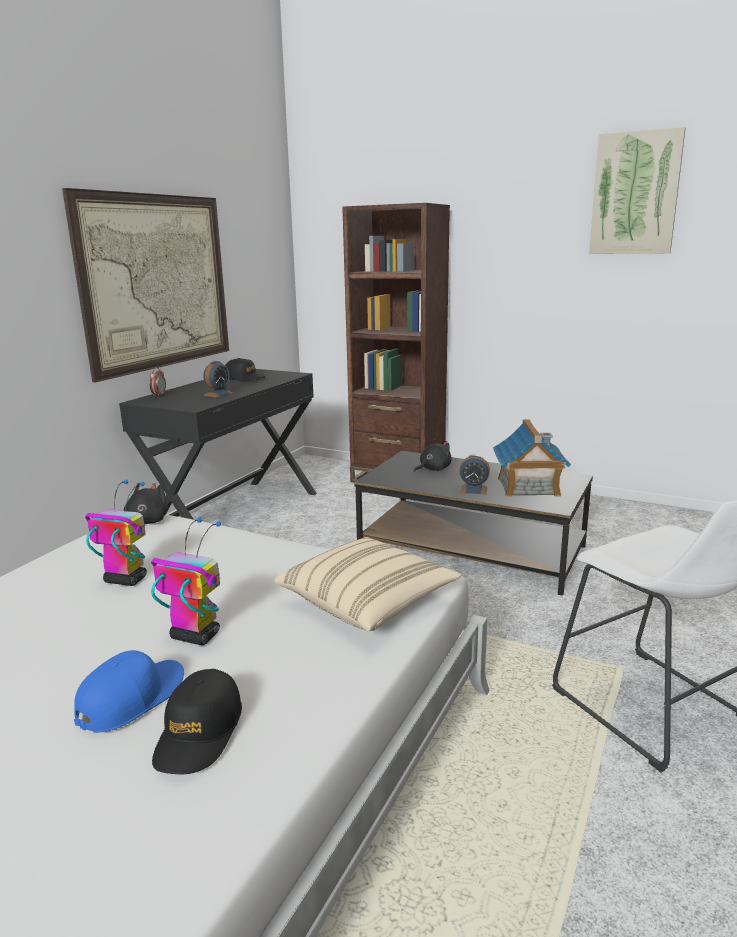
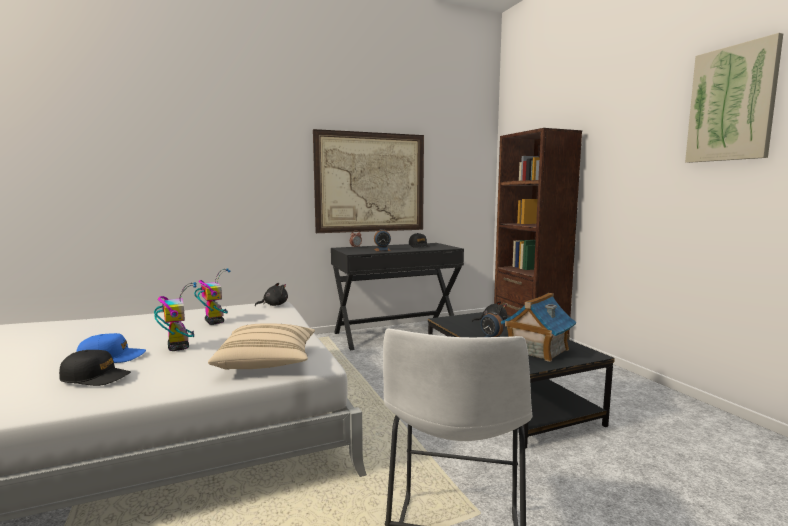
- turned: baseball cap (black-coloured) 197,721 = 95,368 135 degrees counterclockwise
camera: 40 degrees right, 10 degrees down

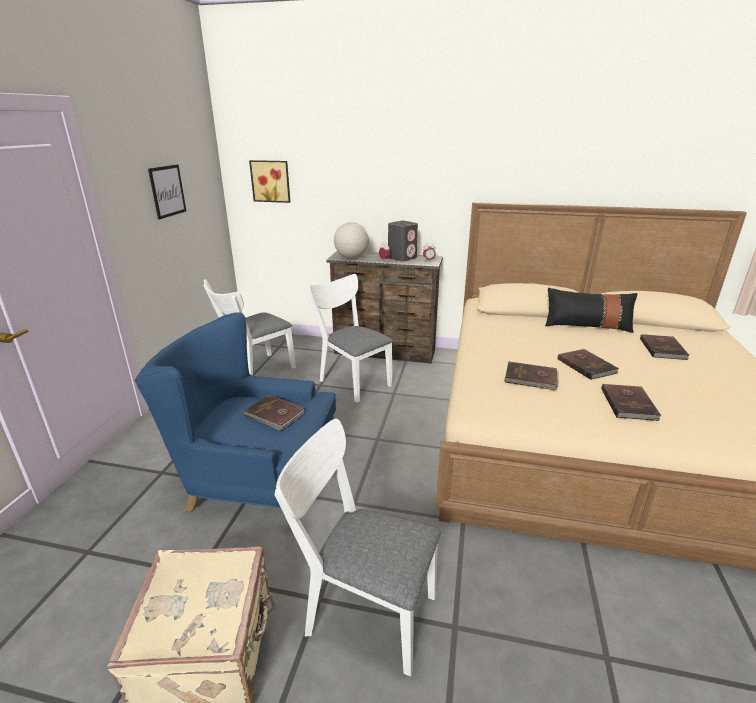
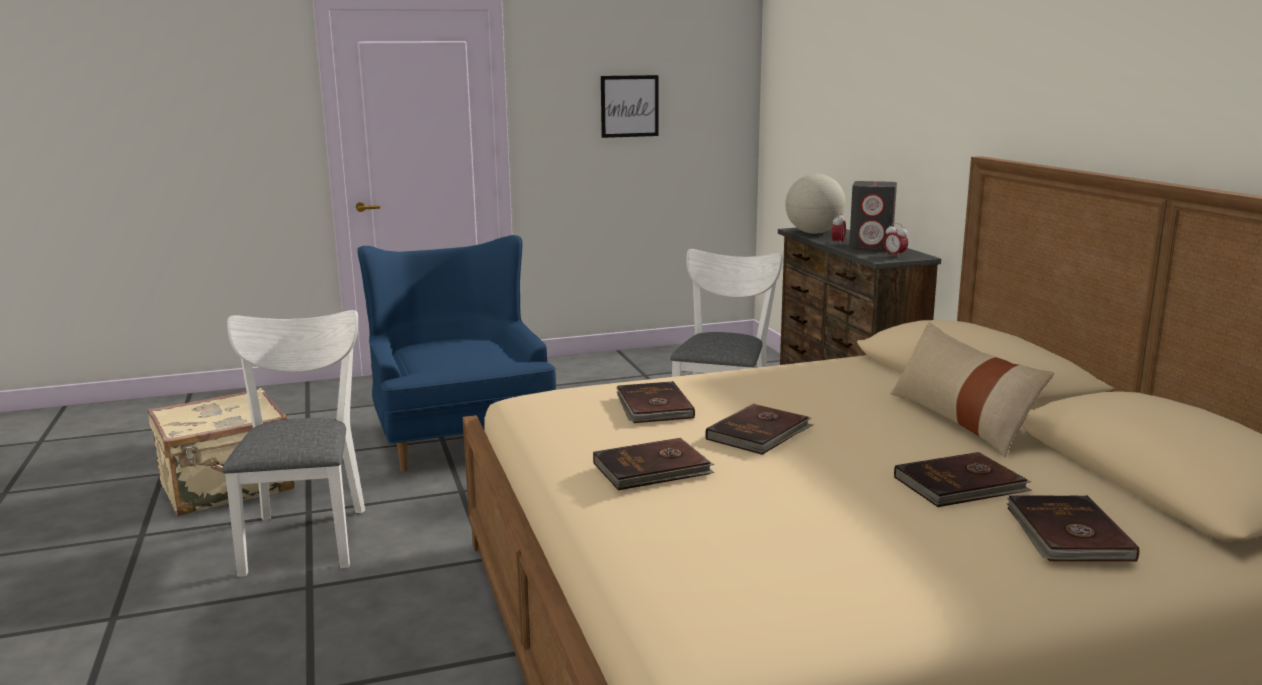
- removed: wall art 269,181
- removed: chair (white) 249,327
- recoloured: throw pillow (black-coloured) 591,310 to throw pillow (beige) 972,389
- moved: bound book (brown) 274,413 to 1073,528
camera: 60 degrees right, 10 degrees down

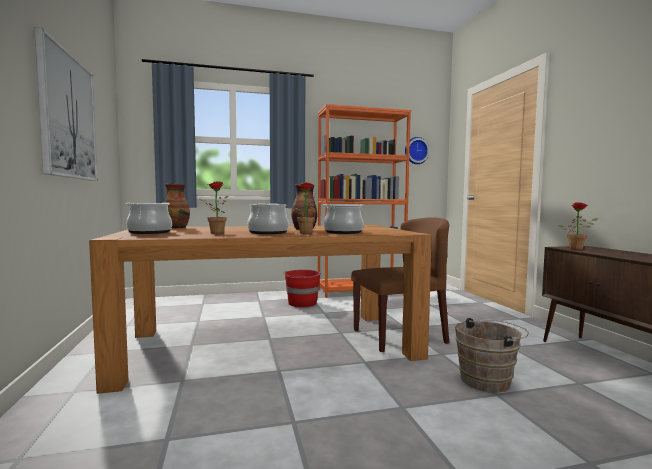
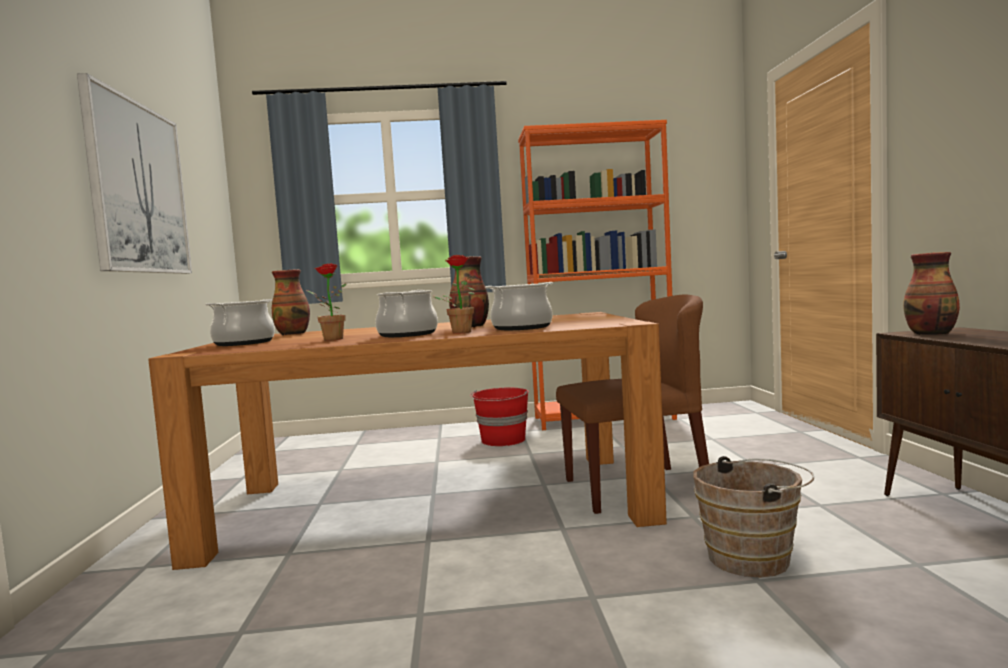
- removed: hanging clock 417,150
- replaced: potted plant 578,226 to vase 931,293
camera: 10 degrees right, 0 degrees up

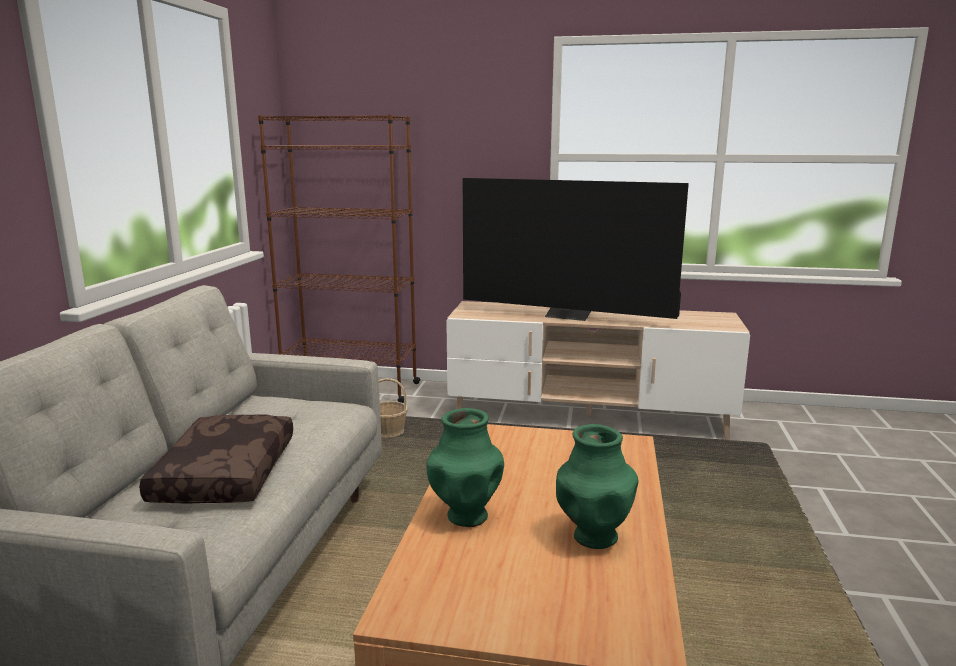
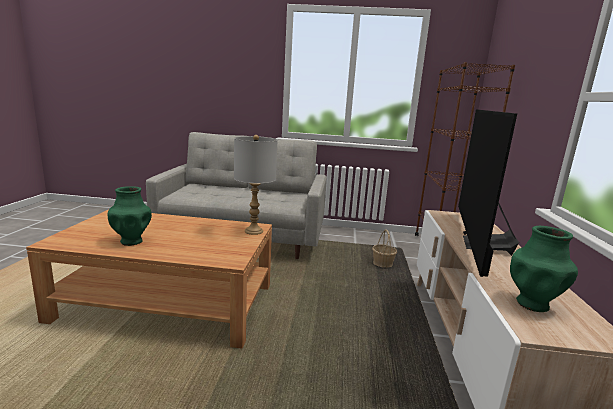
- moved: vase (green-coloured) 465,467 to 544,269
- removed: throw pillow (brown) 216,459
- added: table lamp (greyish) 255,185
camera: 85 degrees right, 0 degrees up

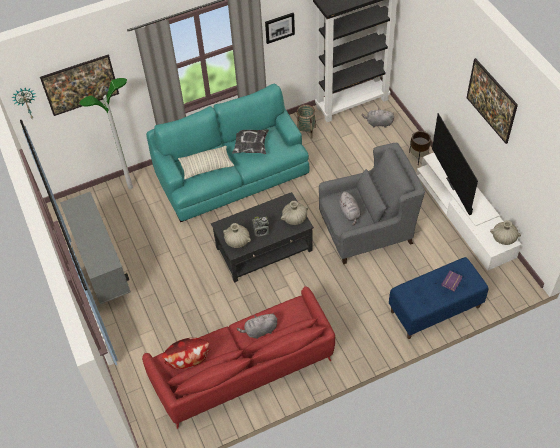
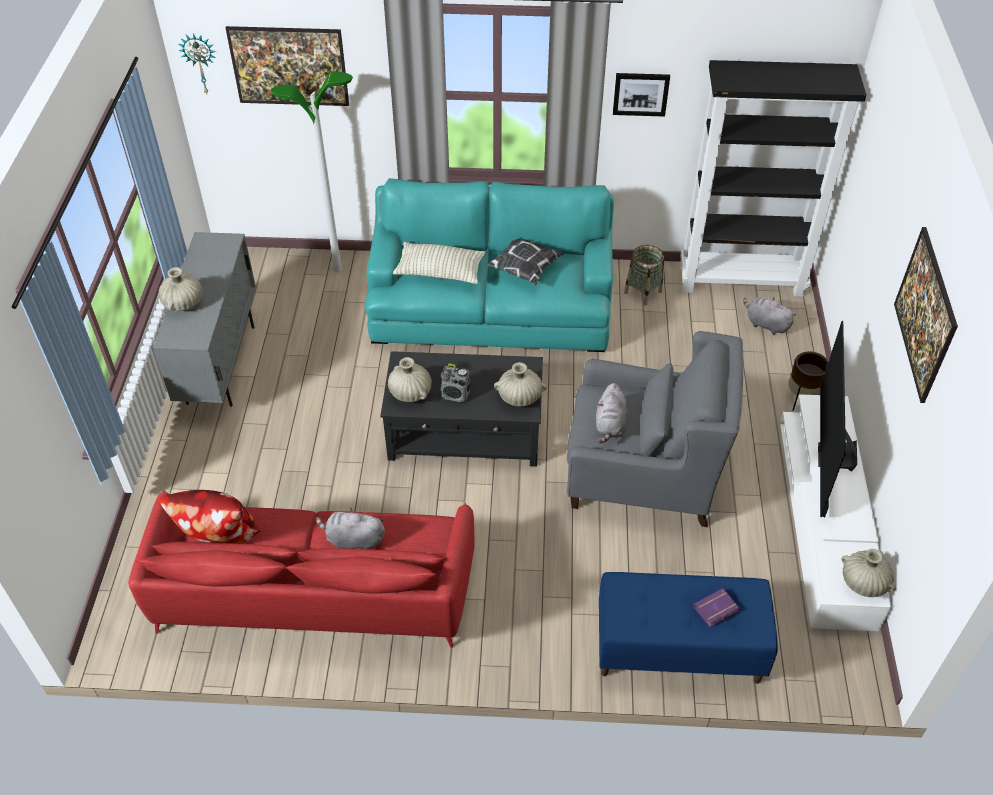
- added: vase (beige) 180,289
camera: 25 degrees right, 5 degrees down

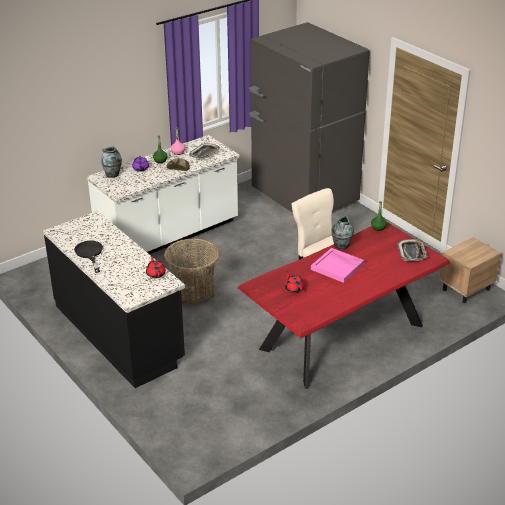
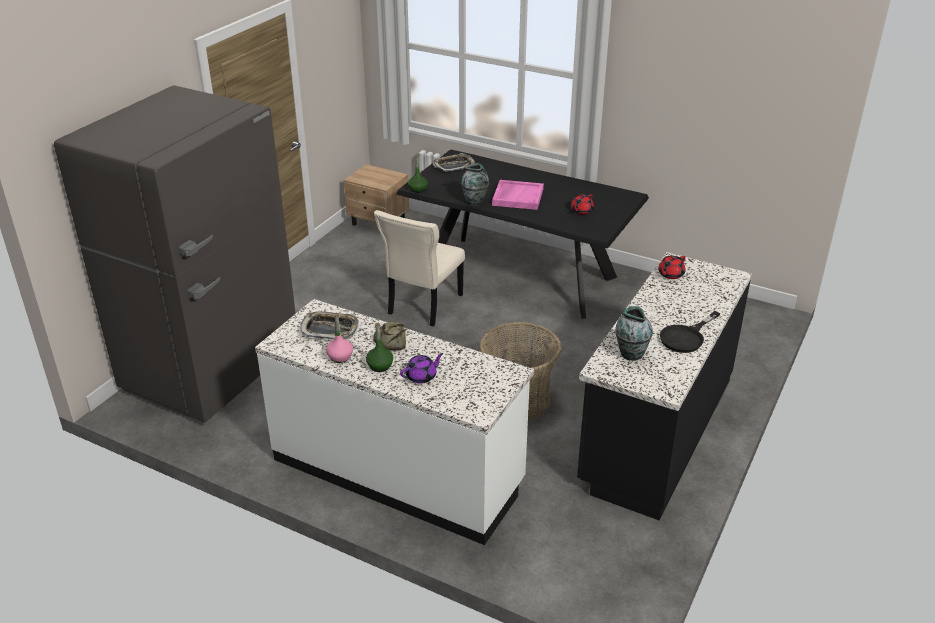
- moved: vase 111,162 to 634,333
- recoloured: dinner table (reddish) 344,305 to dinner table (black-coloured) 522,234
camera: 115 degrees left, 0 degrees up

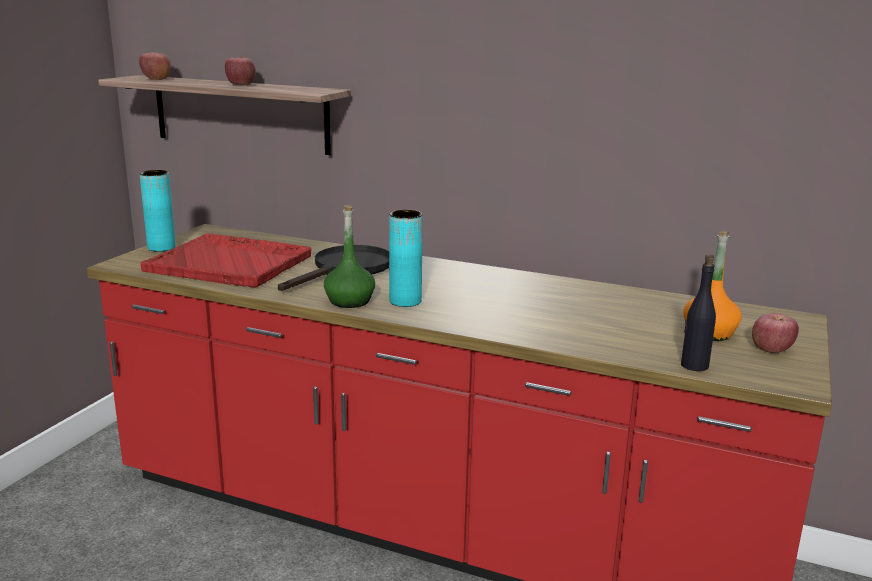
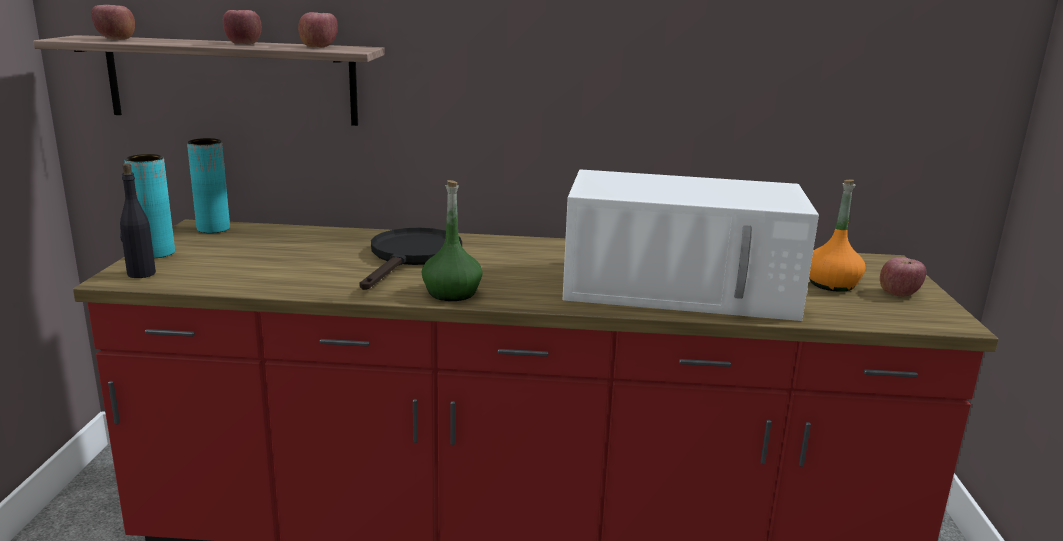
- moved: vase (turquoise-coloured) 406,258 to 208,185
- removed: tray (reddish) 225,261
- moved: drink bottle (black-coloured) 698,312 to 138,220
- added: whole apple 318,29
- added: microwave (white) 691,245
camera: 20 degrees left, 0 degrees up

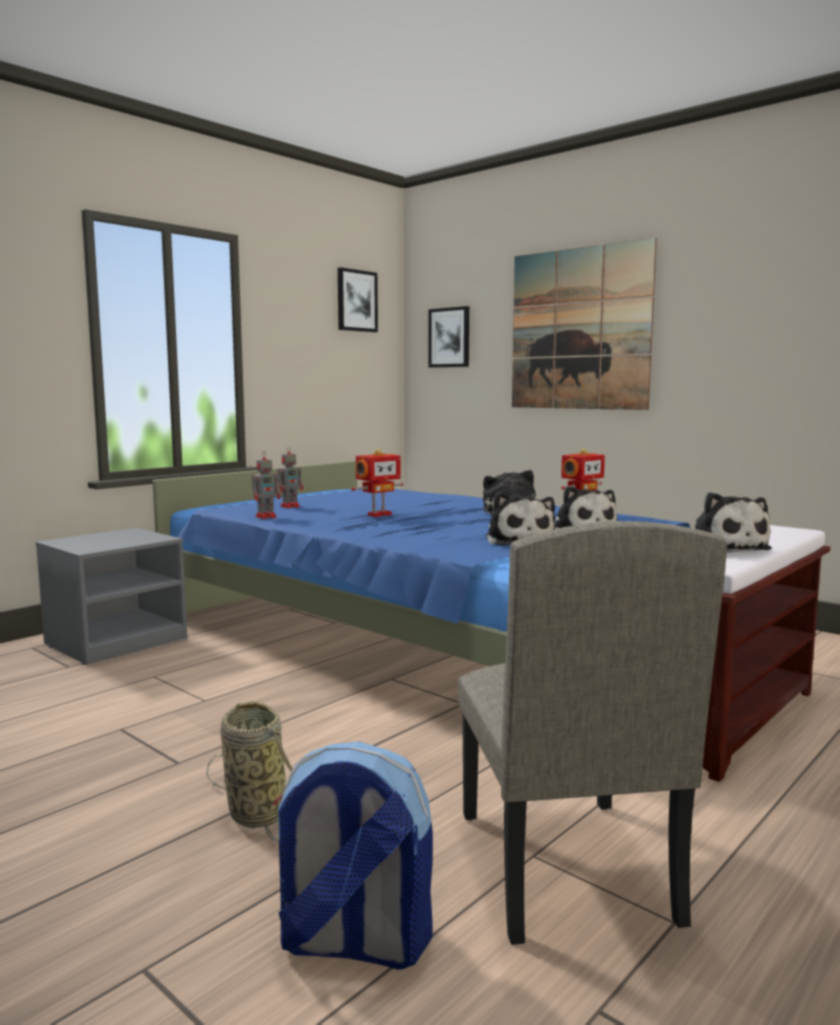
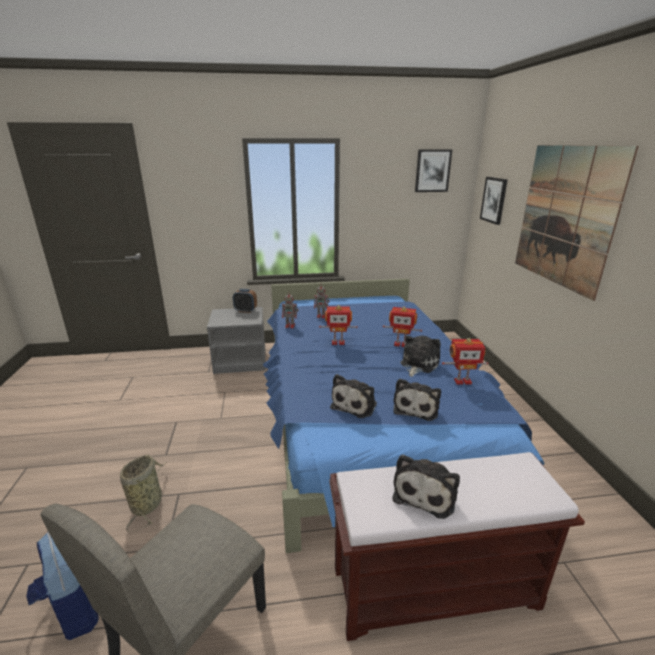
- added: table clock 245,301
- added: robot figure 402,327
camera: 40 degrees right, 15 degrees up

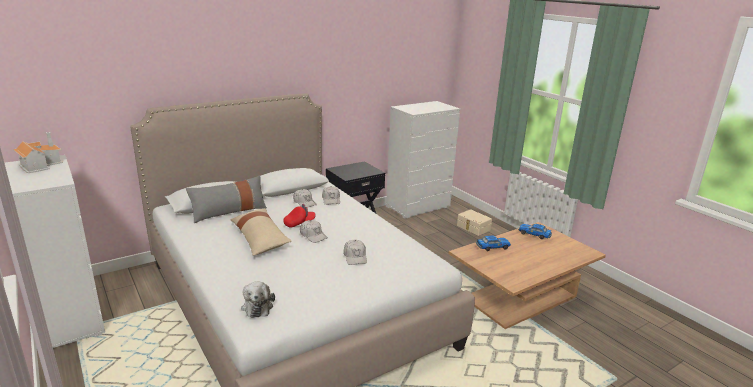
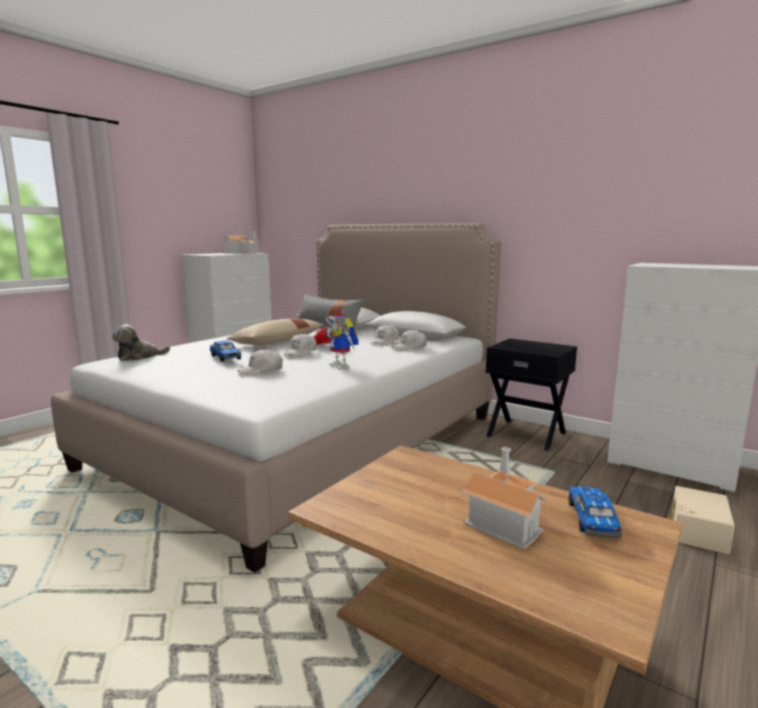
- moved: miniature car 493,243 to 226,351
- added: robot figure 342,341
- added: model house 504,498
camera: 70 degrees right, 10 degrees down

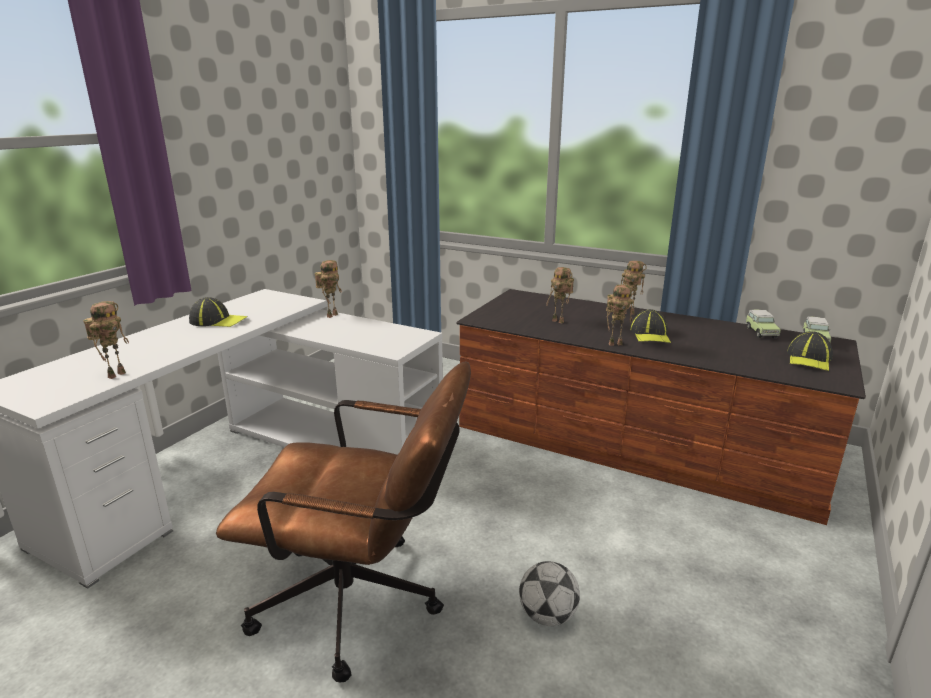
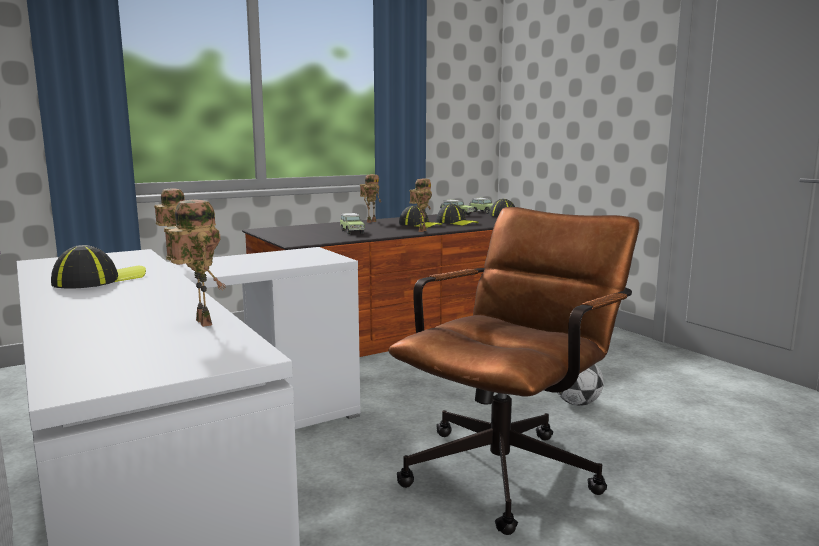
- replaced: robot figure 560,295 to miniature car 352,223
- added: baseball cap 457,215
camera: 60 degrees left, 10 degrees down

